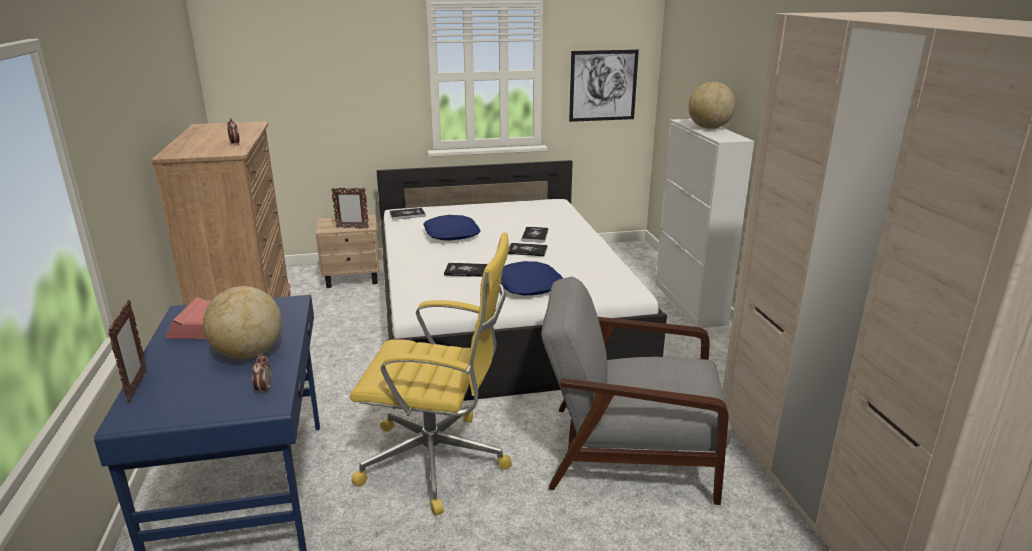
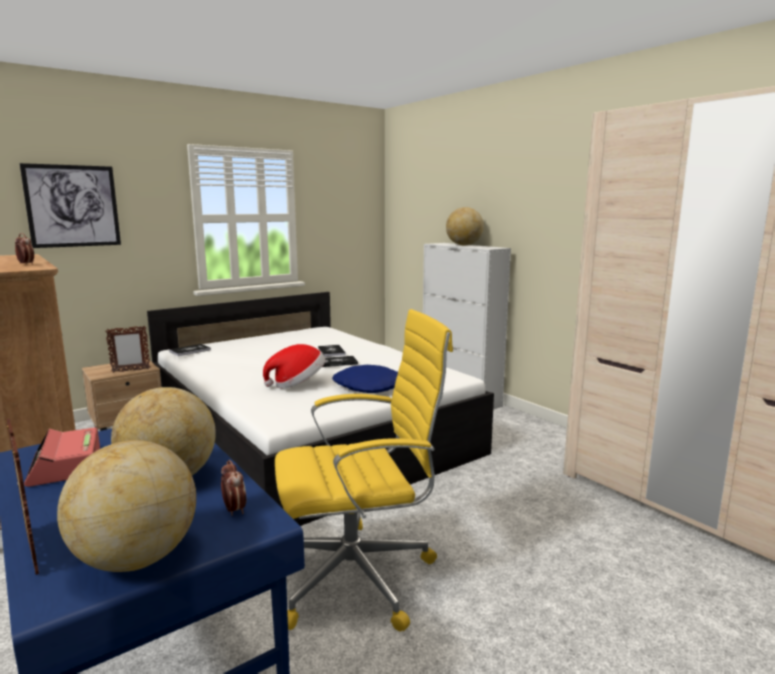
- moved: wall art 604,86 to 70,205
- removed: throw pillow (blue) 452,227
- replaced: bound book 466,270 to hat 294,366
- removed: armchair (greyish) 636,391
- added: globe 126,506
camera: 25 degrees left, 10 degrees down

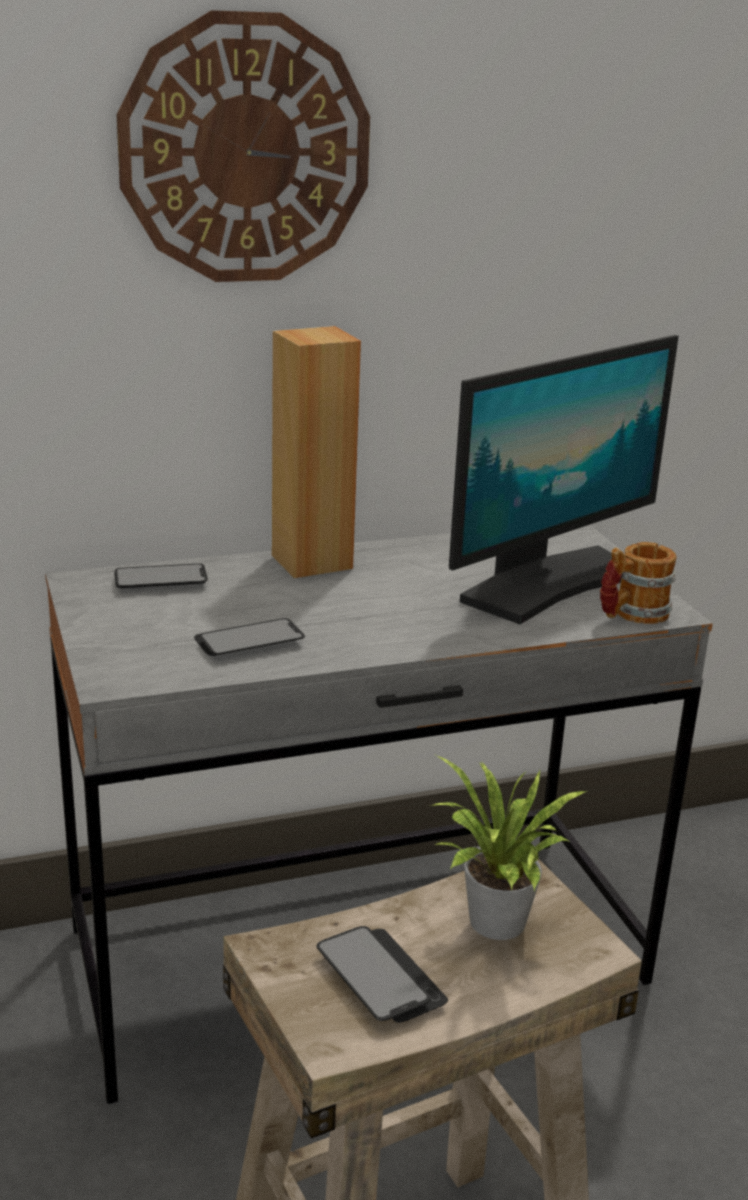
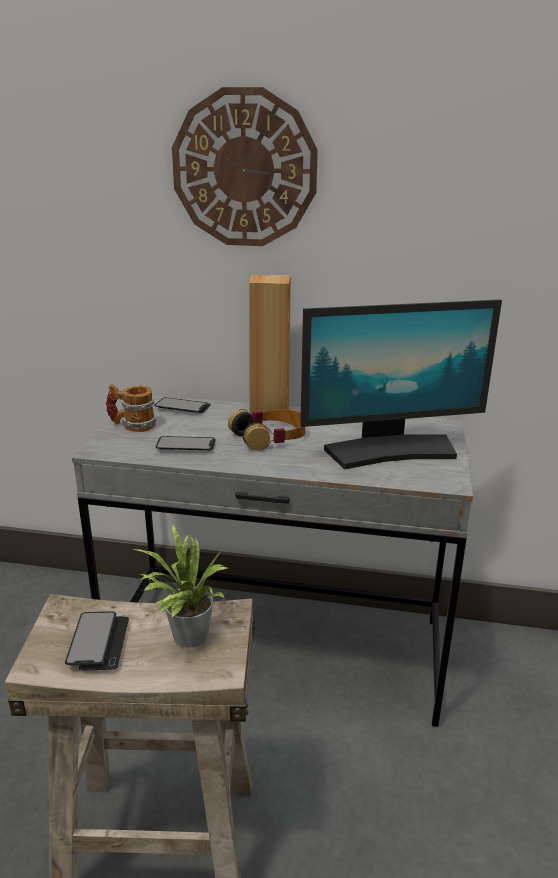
- moved: mug 638,583 to 131,408
- added: headphones 266,430
camera: 30 degrees right, 0 degrees up

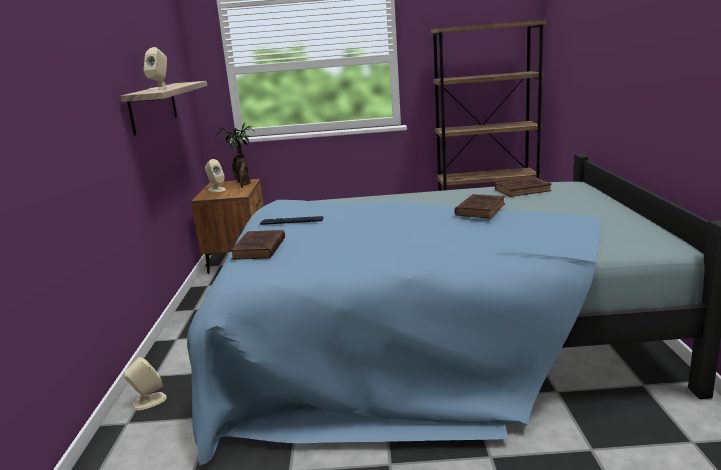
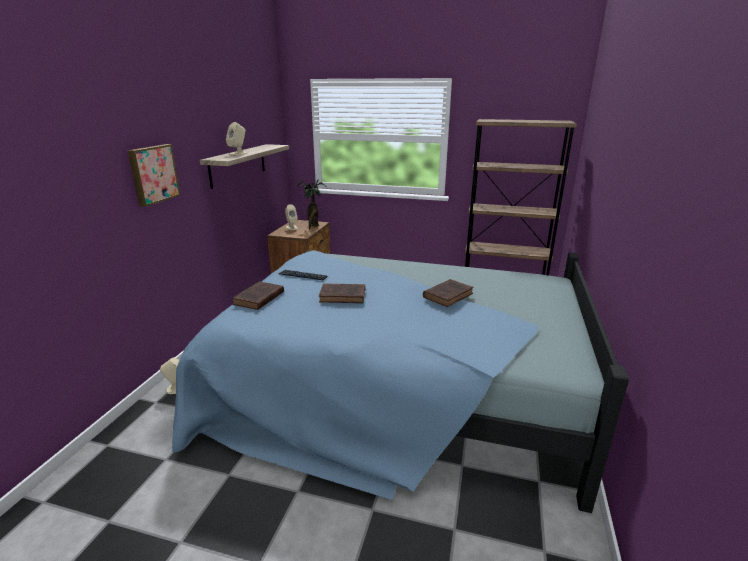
- moved: bound book (brown) 523,187 to 342,293
- added: wall art 154,175
camera: 15 degrees right, 5 degrees up

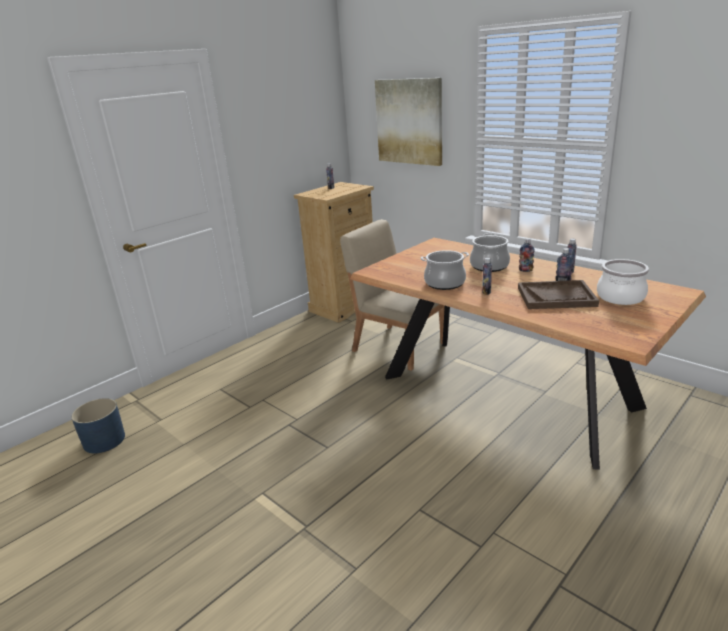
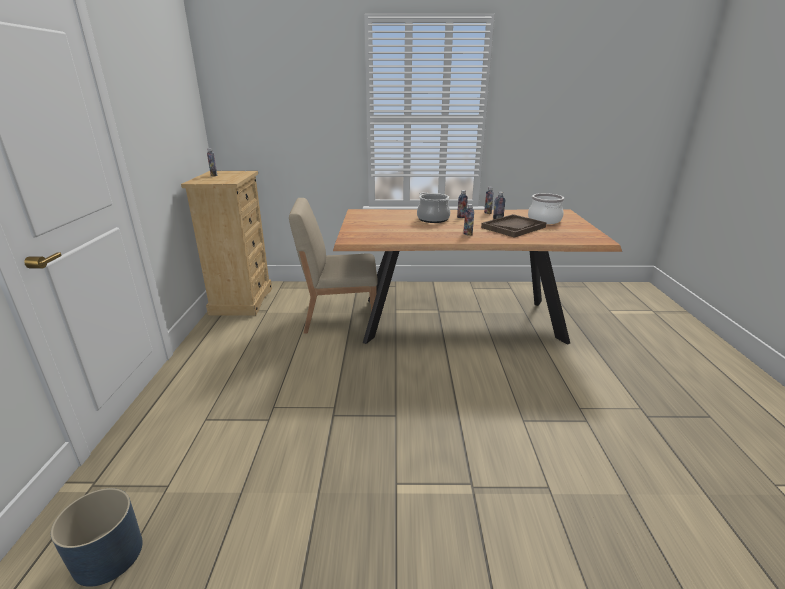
- removed: wall art 408,122
- removed: stockpot 445,270
camera: 45 degrees left, 0 degrees up

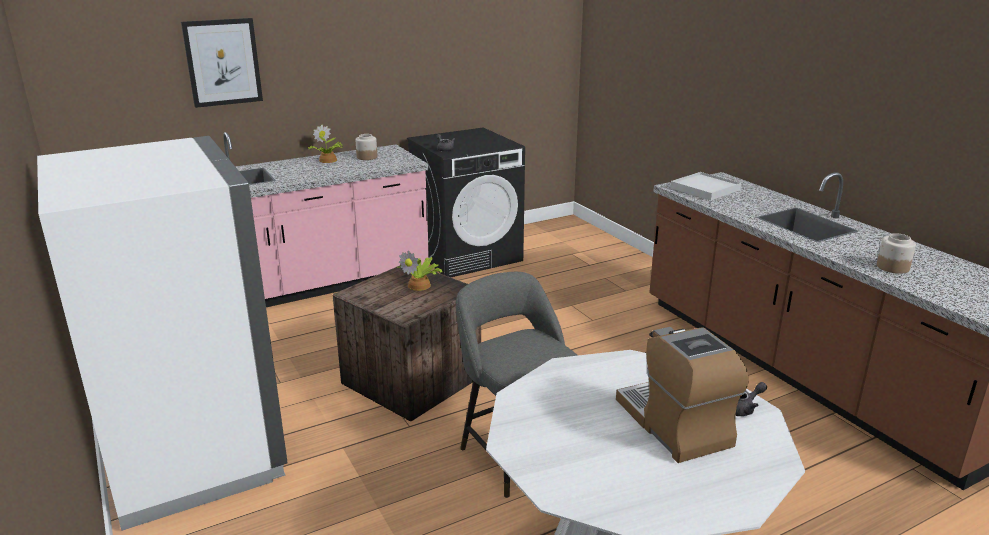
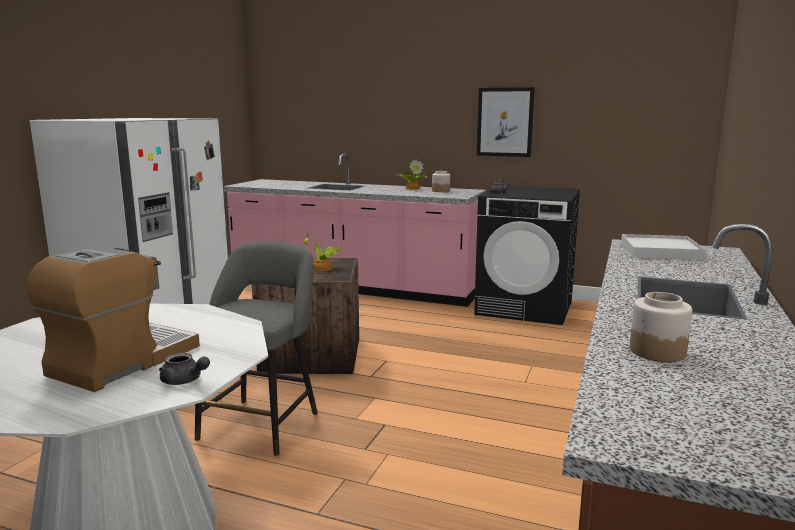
- moved: wall art 222,63 to 506,122
camera: 50 degrees right, 10 degrees down

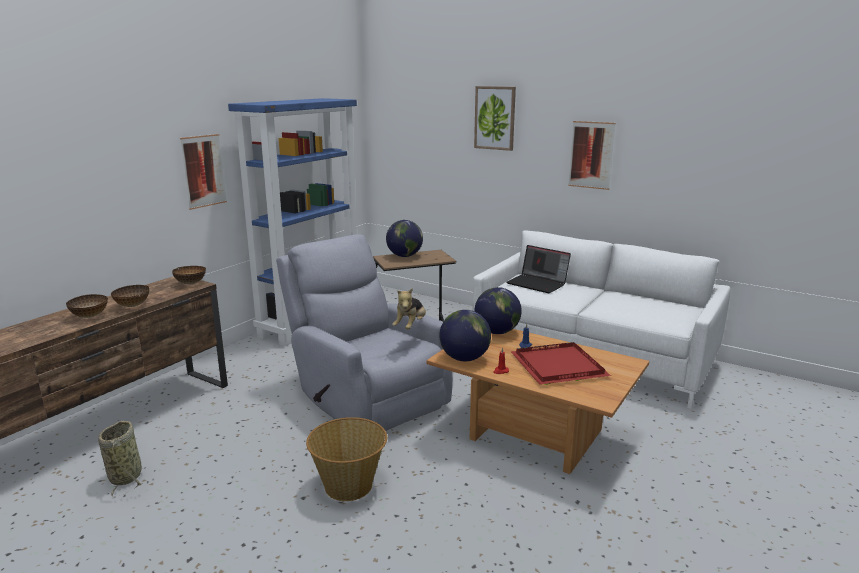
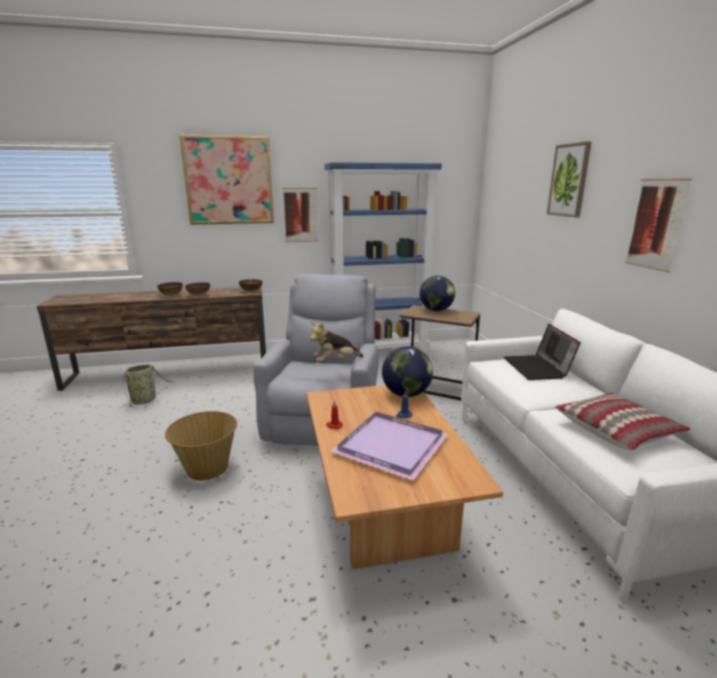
- removed: globe 465,335
- recoloured: tray (reddish) 561,363 to tray (purple) 389,446
- added: wall art 226,179
- added: throw pillow 622,421
camera: 45 degrees right, 0 degrees up

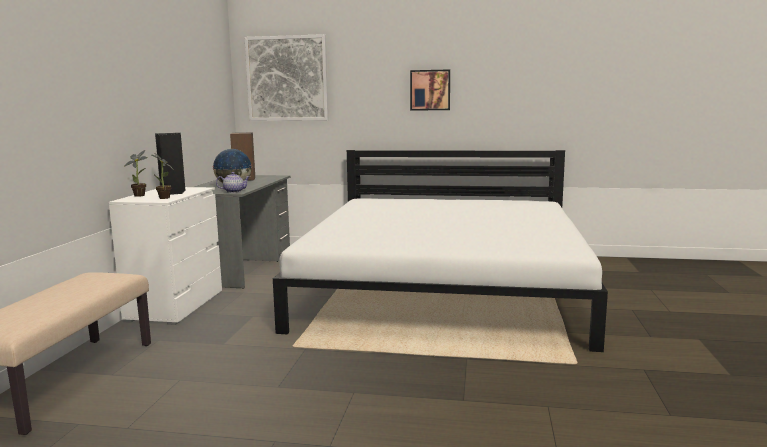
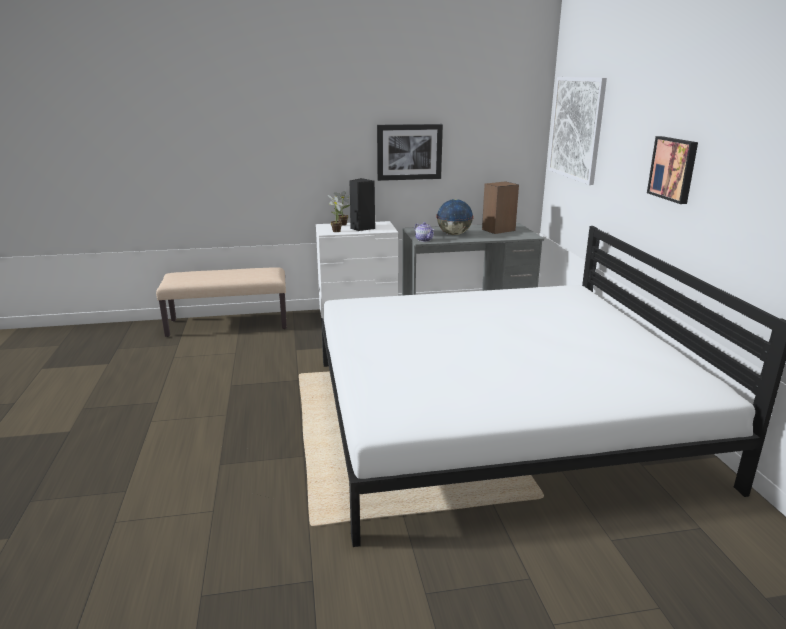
- added: wall art 410,152
camera: 70 degrees right, 10 degrees up

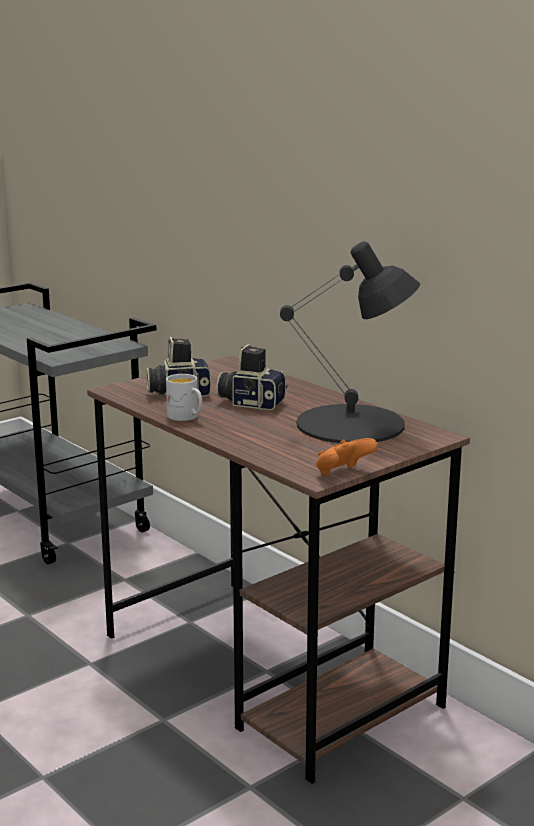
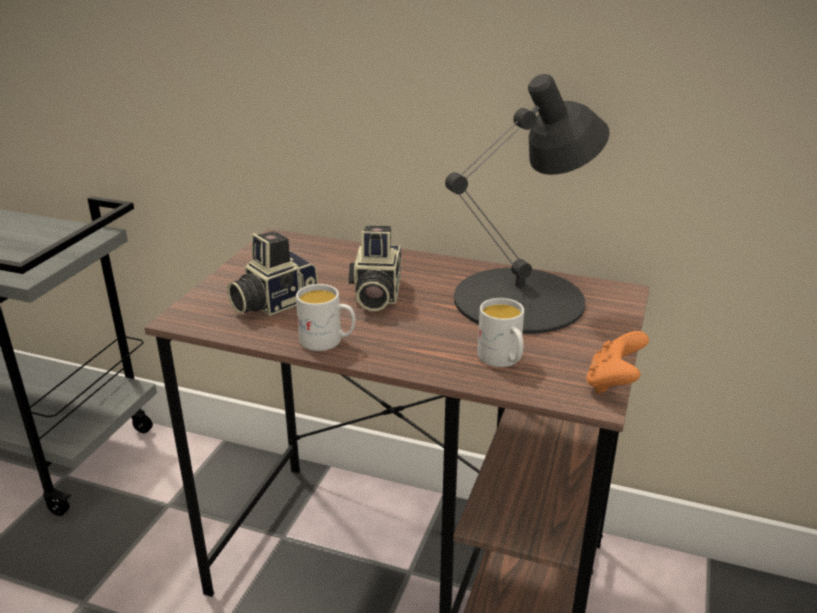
- turned: photo camera 251,377 = 374,268 75 degrees counterclockwise
- added: mug (white) 501,332
camera: 30 degrees left, 10 degrees up

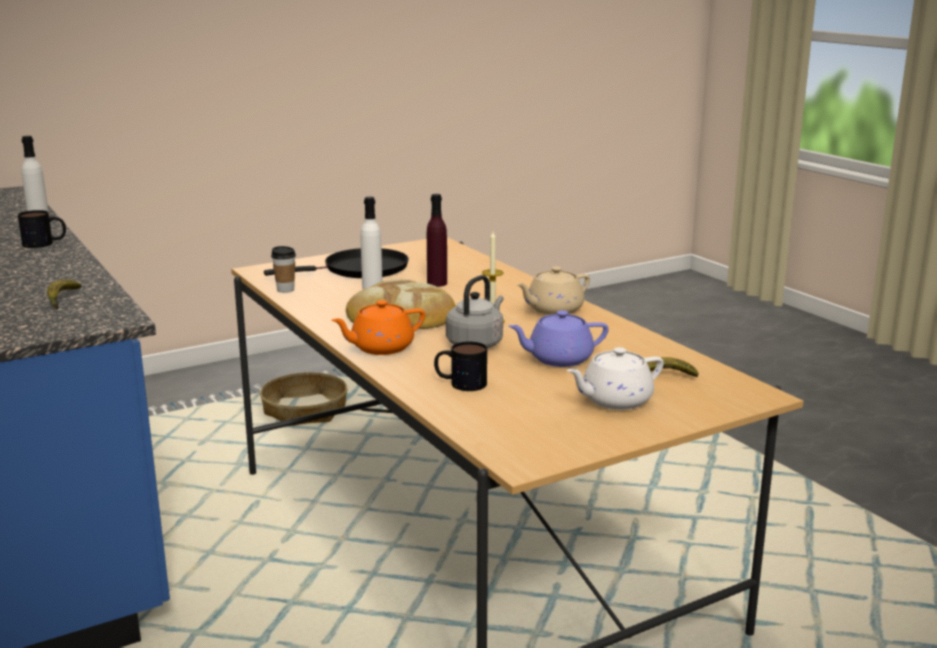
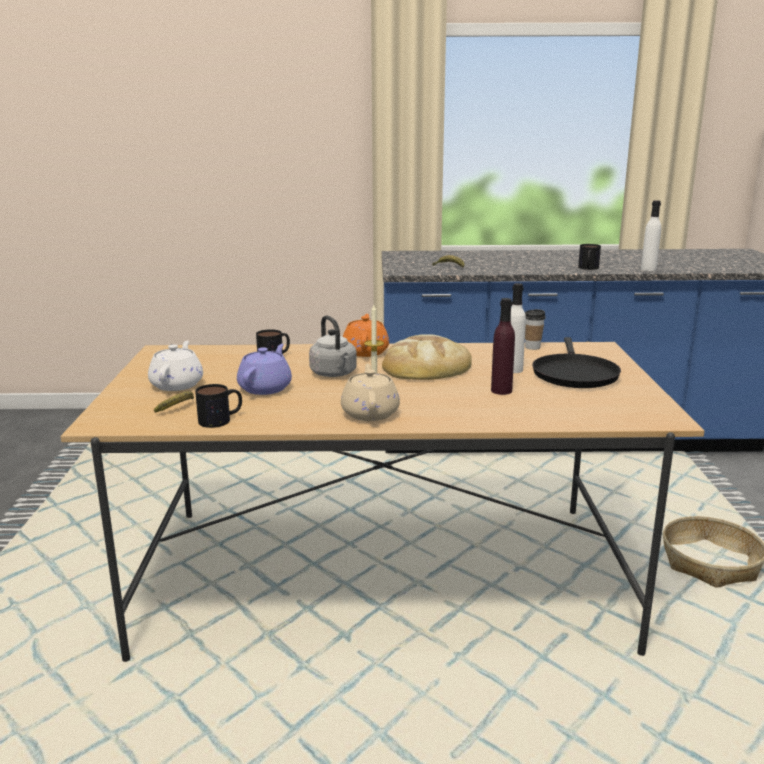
- added: mug 218,406
camera: 120 degrees right, 0 degrees up

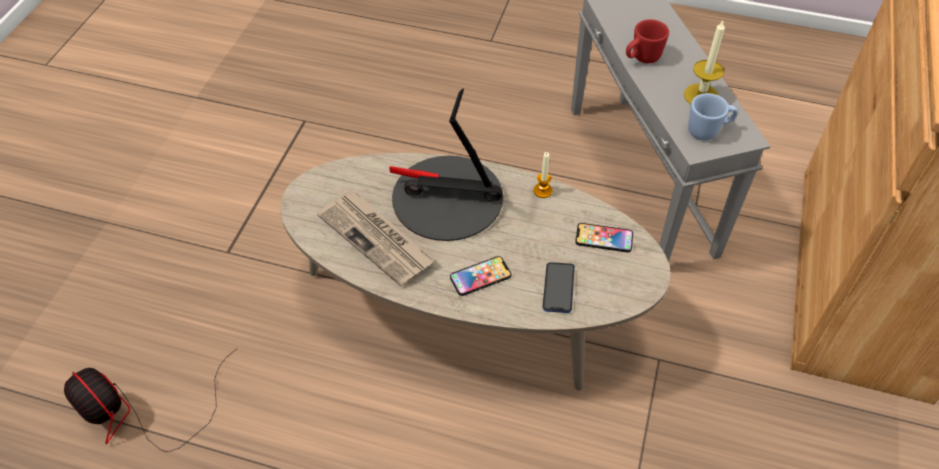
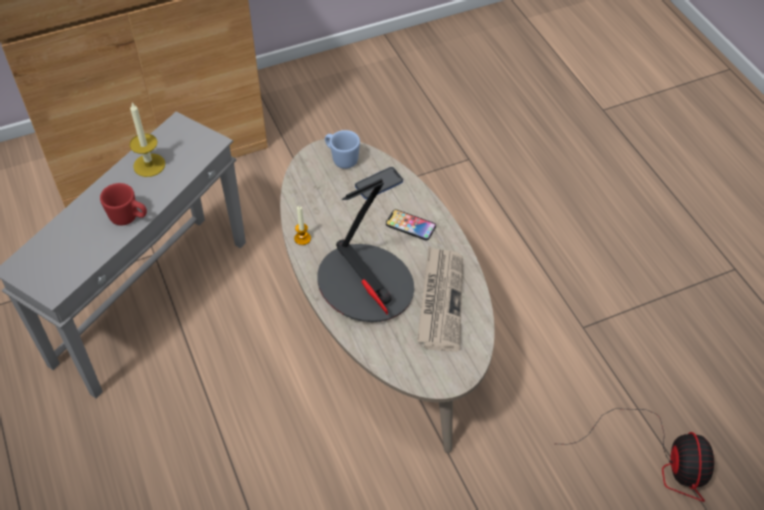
- moved: mug (blue) 713,116 to 342,149
- removed: handset 604,237
camera: 130 degrees left, 0 degrees up

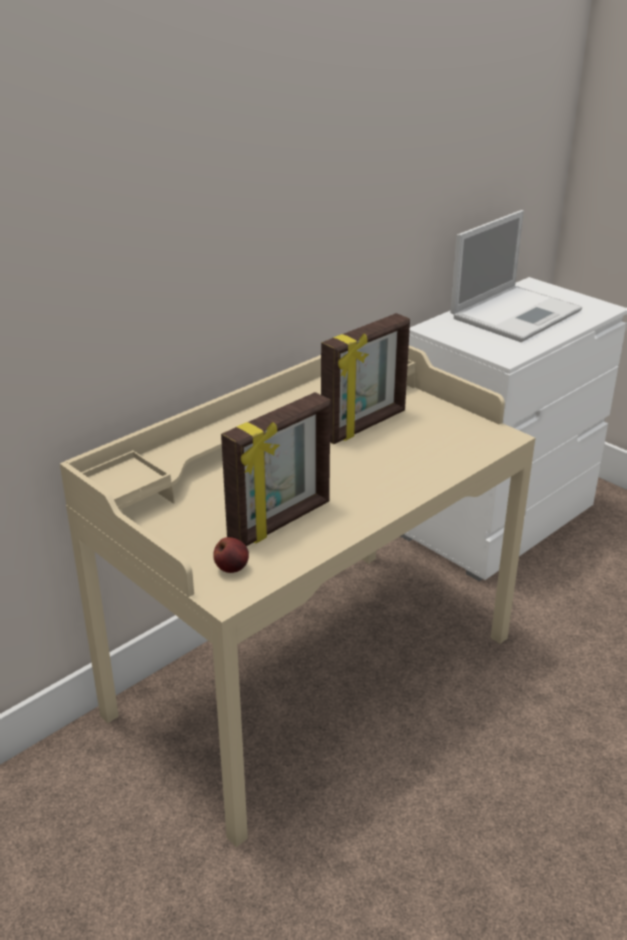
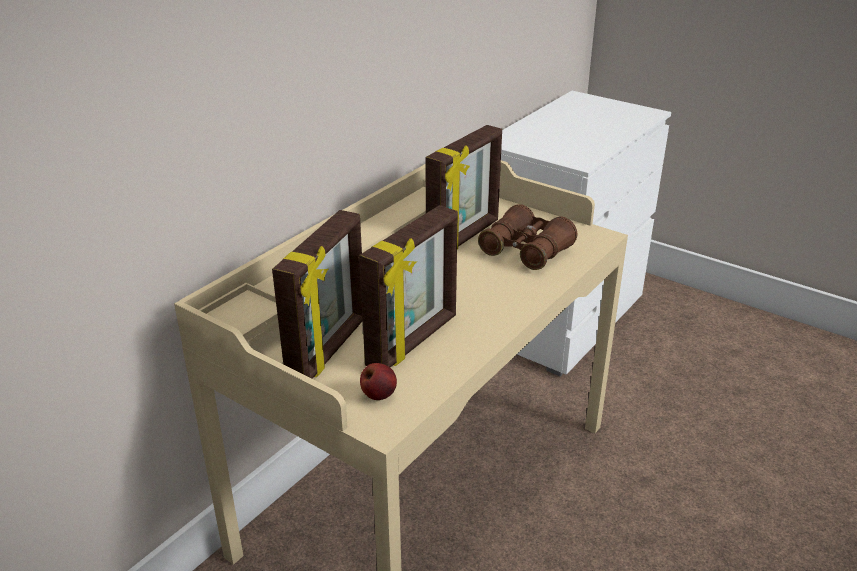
- removed: laptop 516,276
- added: binoculars (brown) 527,237
- added: photo frame 317,294
camera: 10 degrees left, 0 degrees up

